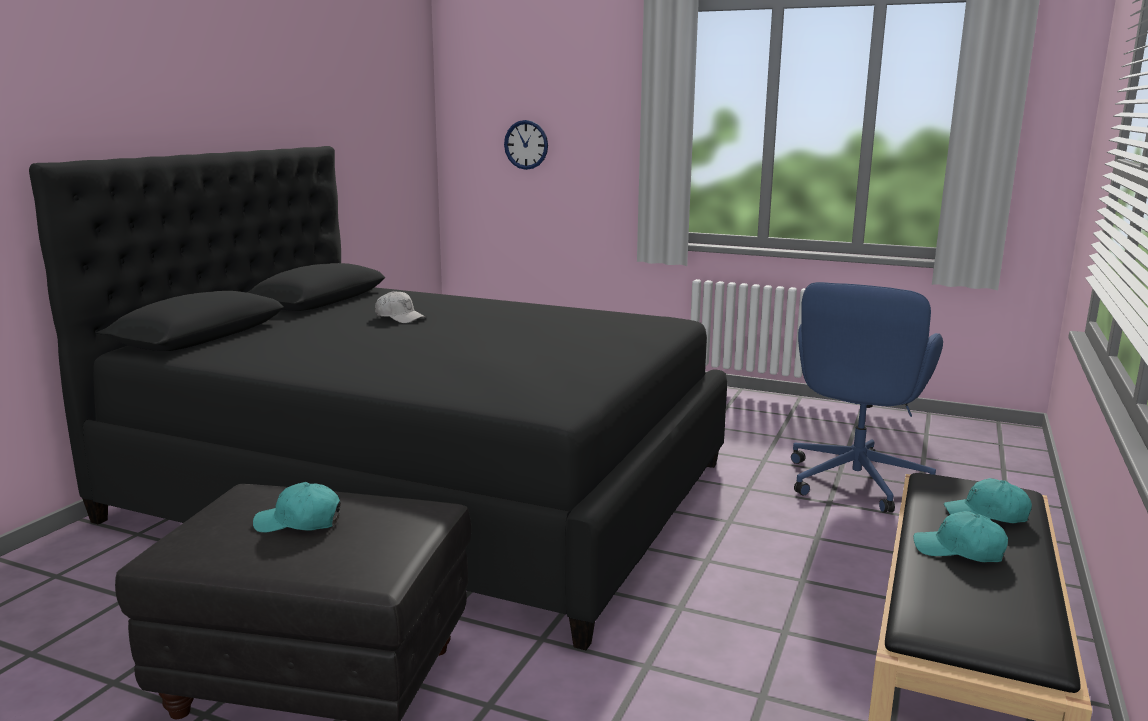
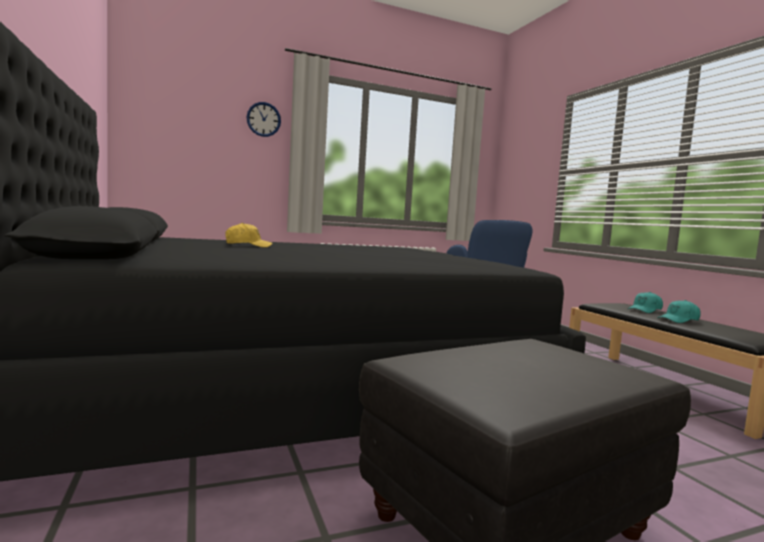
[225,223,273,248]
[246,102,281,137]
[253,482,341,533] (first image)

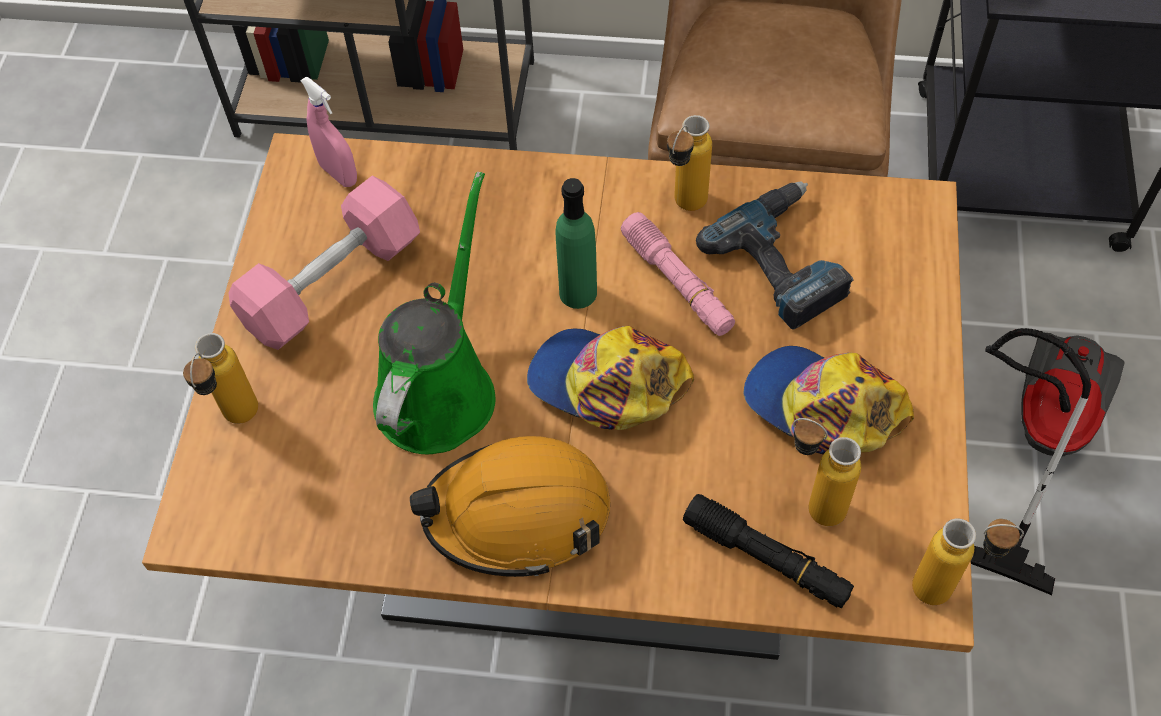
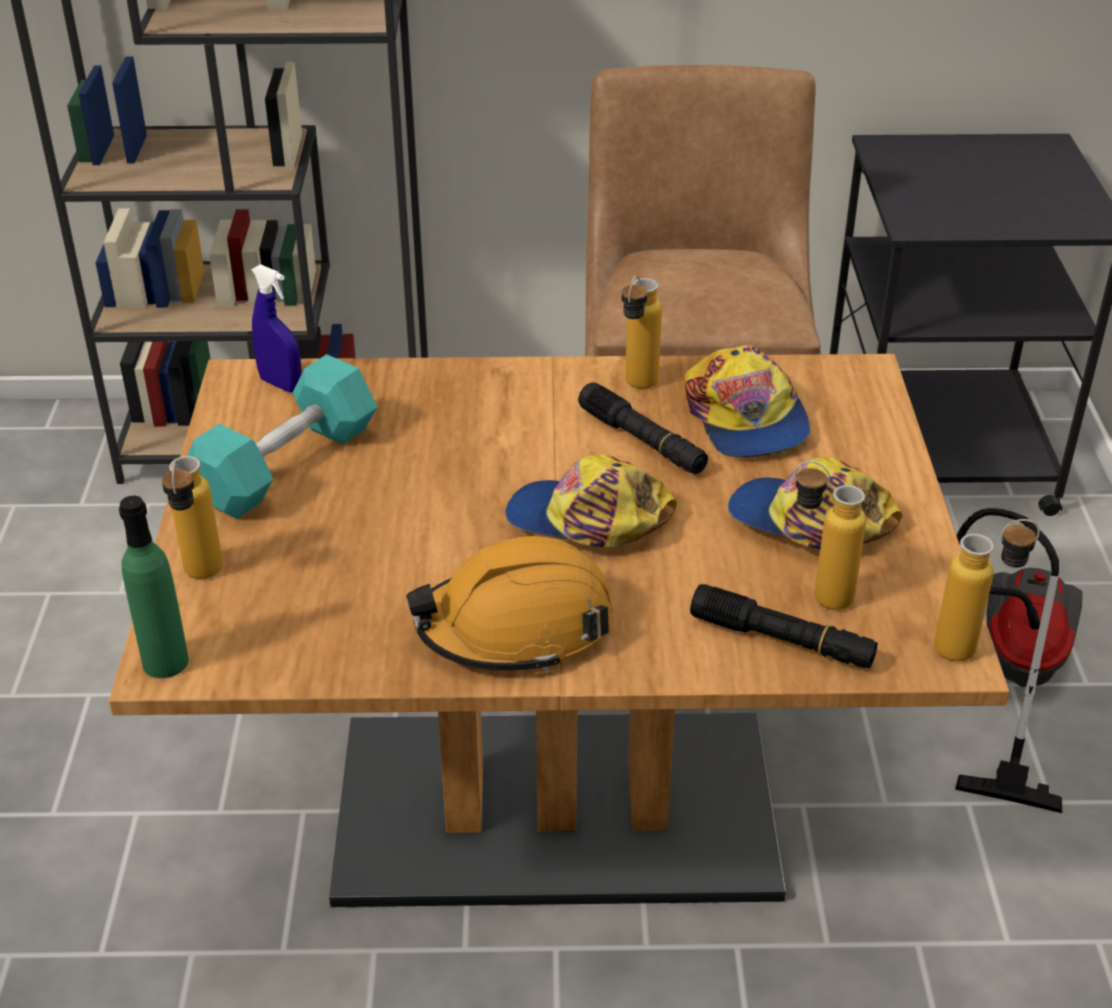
[119,496,189,678]
[187,354,378,519]
[251,264,302,392]
[578,382,708,474]
[684,345,810,458]
[373,172,496,454] (first image)

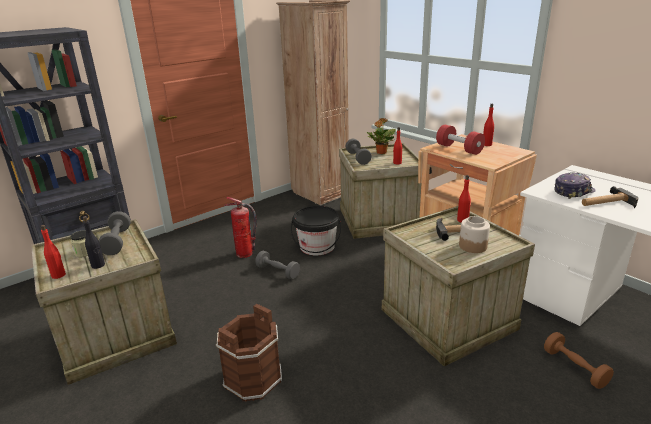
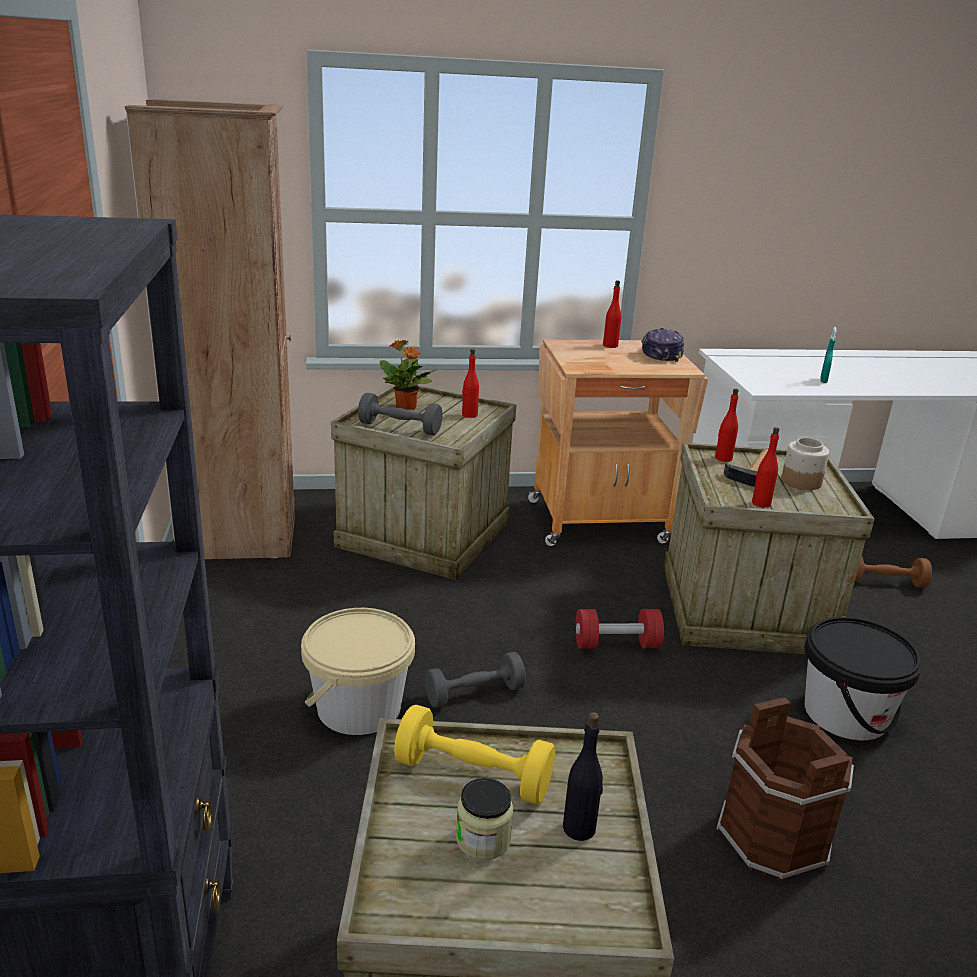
[301,608,415,735]
[394,705,555,804]
[575,609,664,649]
[641,328,684,362]
[752,427,779,508]
[804,617,922,740]
[820,327,837,383]

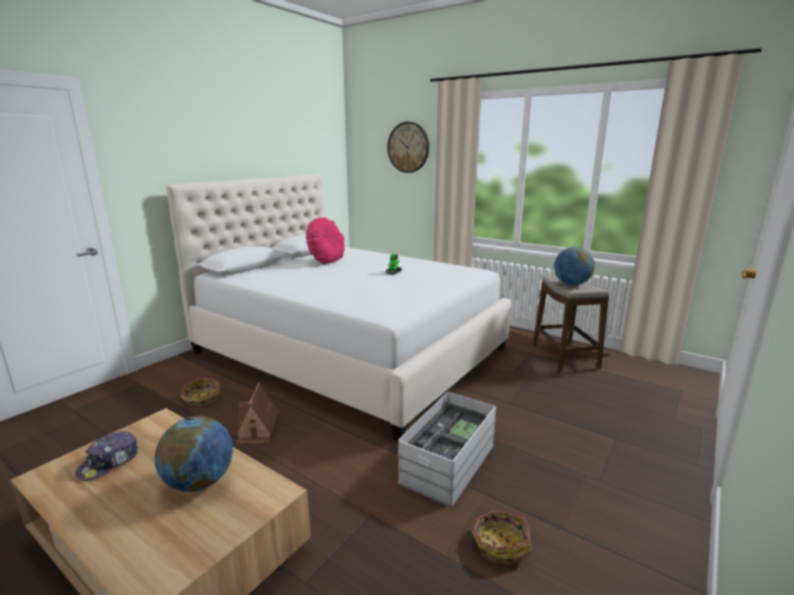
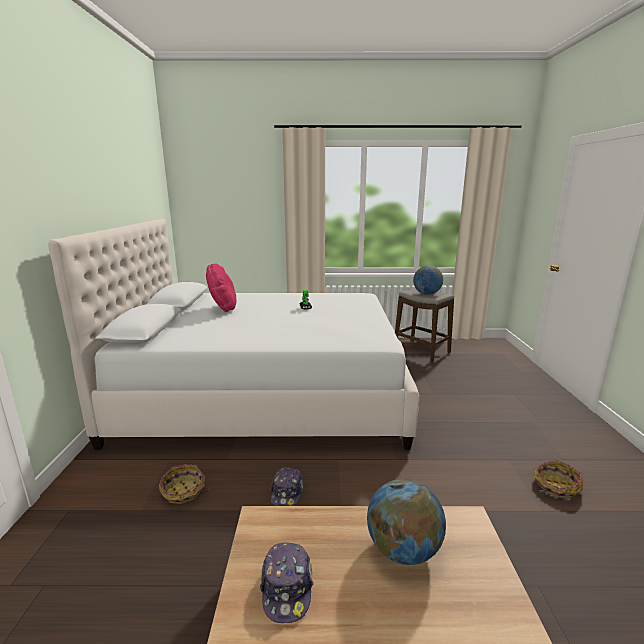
[270,467,304,506]
[387,122,429,173] (first image)
[398,392,496,507] (first image)

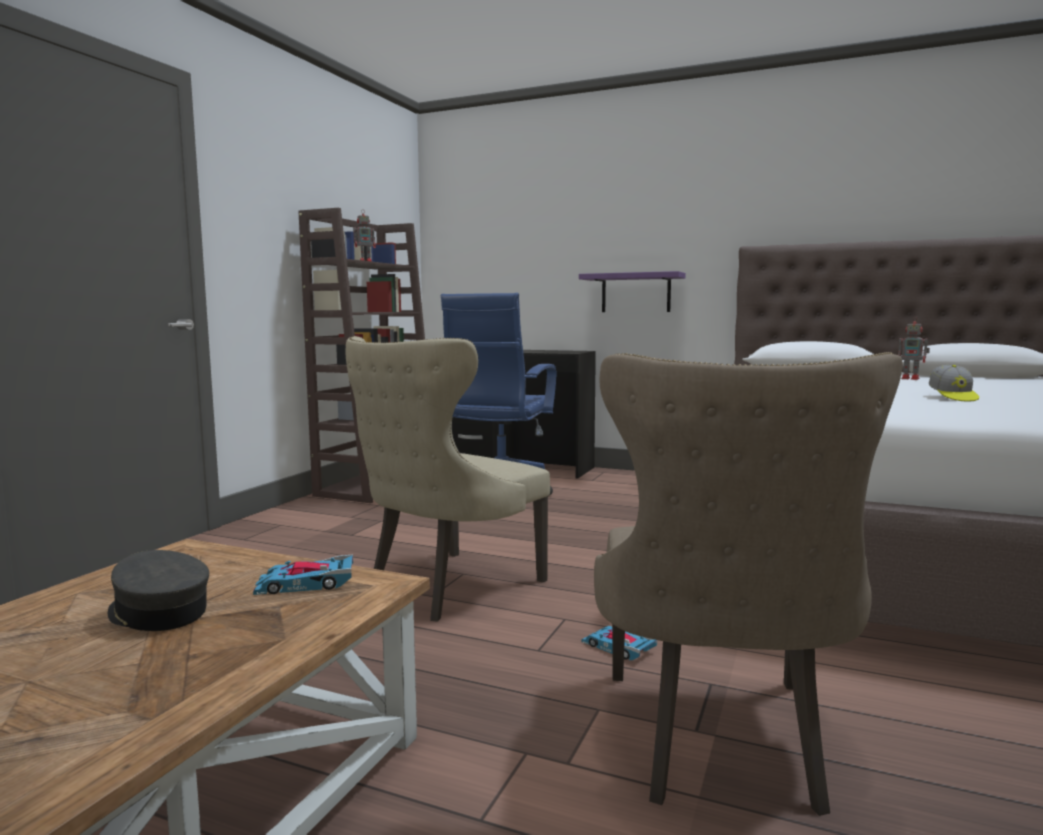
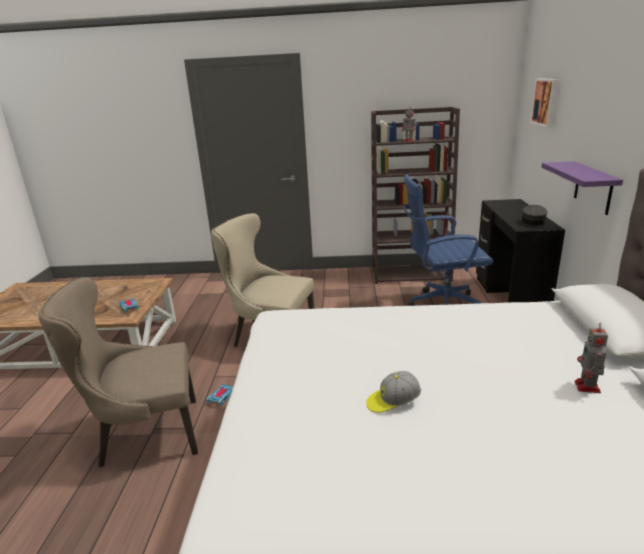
[521,205,547,226]
[530,78,559,127]

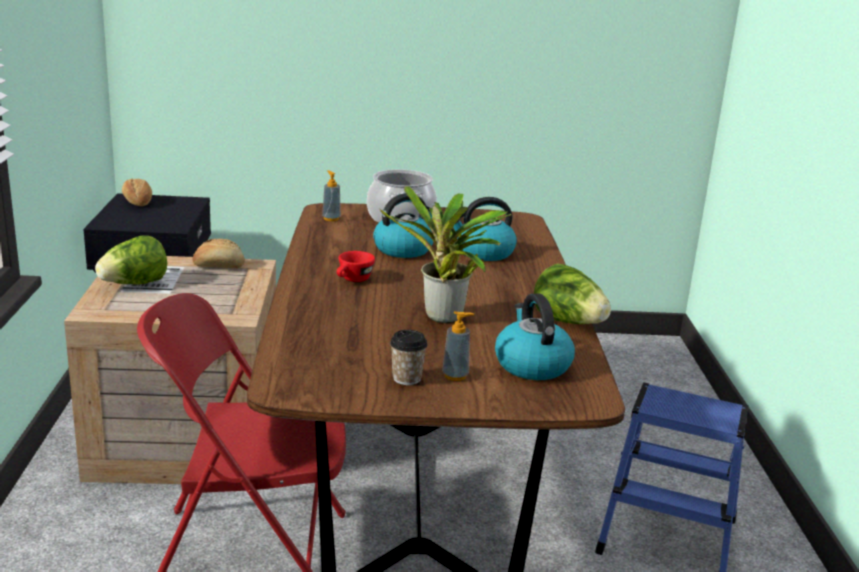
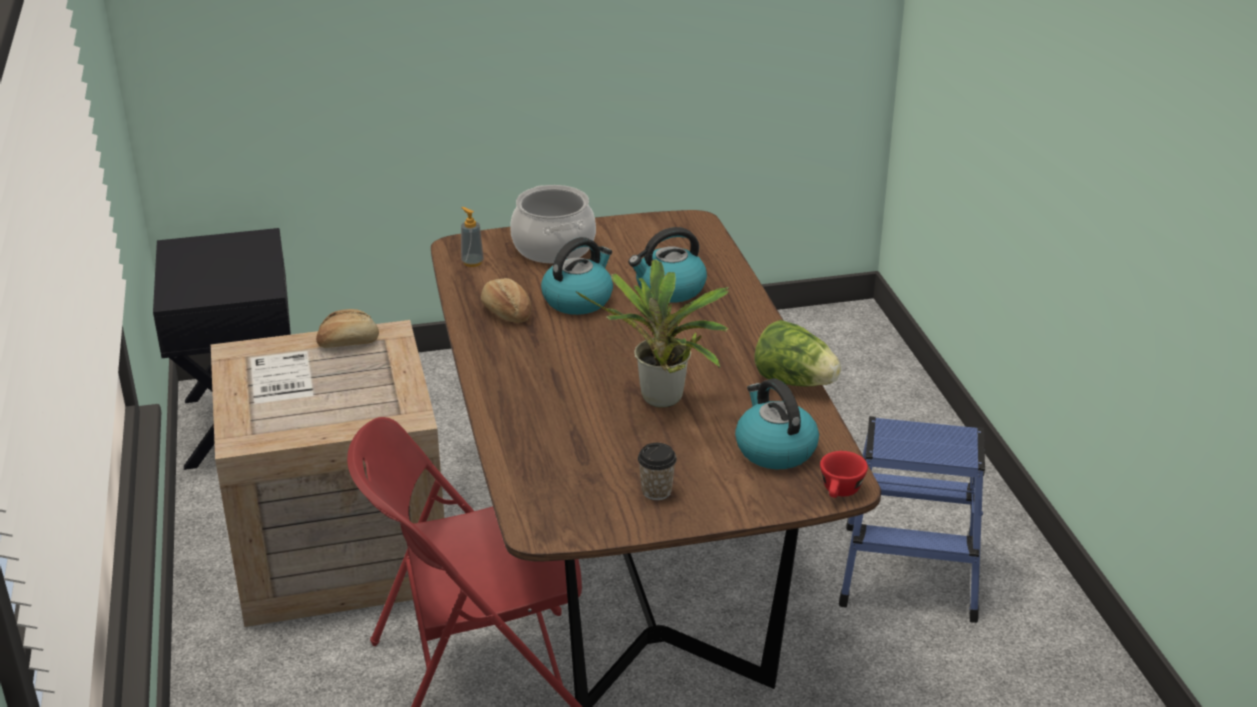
[481,278,531,323]
[820,451,868,498]
[95,236,167,285] (first image)
[442,311,474,381] (first image)

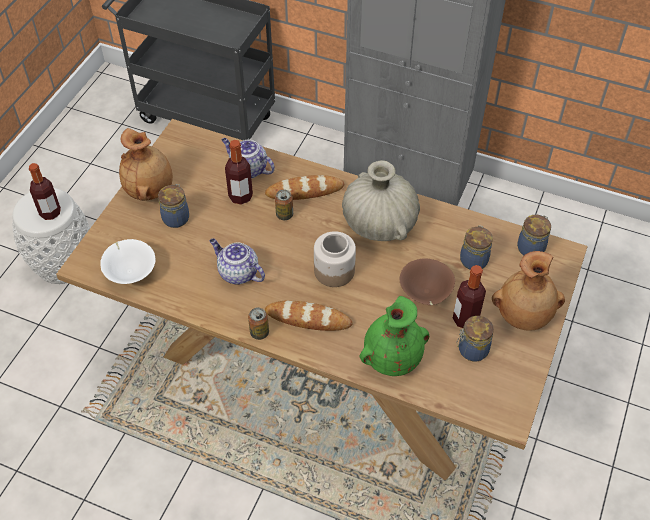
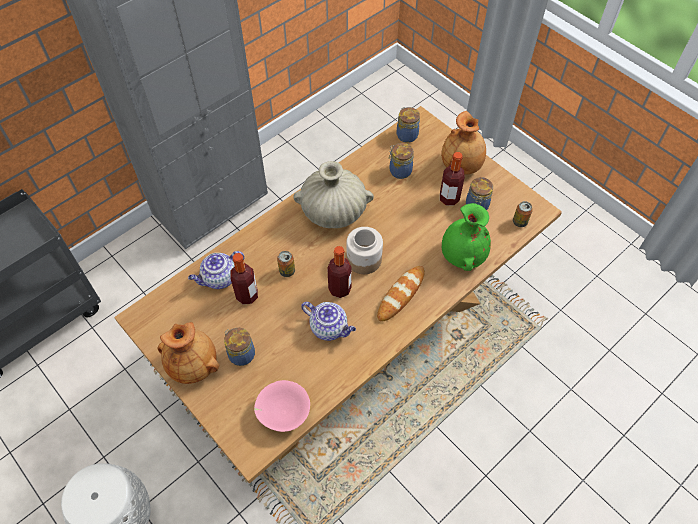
[254,380,310,432]
[301,302,356,341]
[327,246,352,298]
[513,201,533,227]
[265,175,344,200] (first image)
[399,258,455,305] (first image)

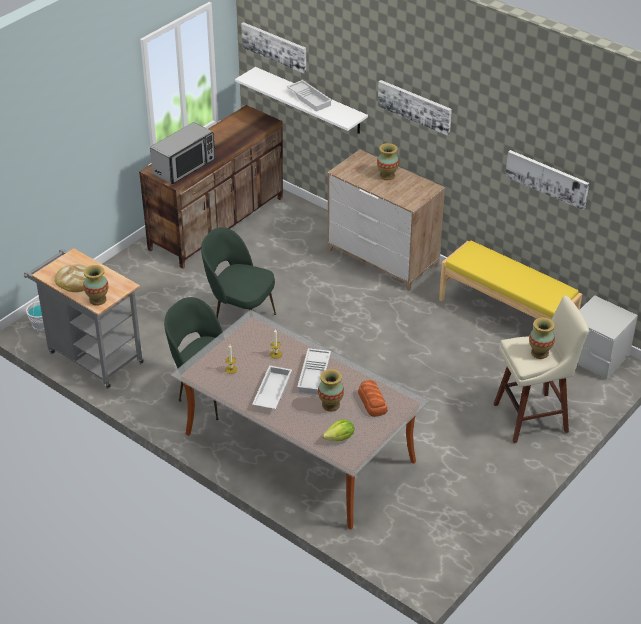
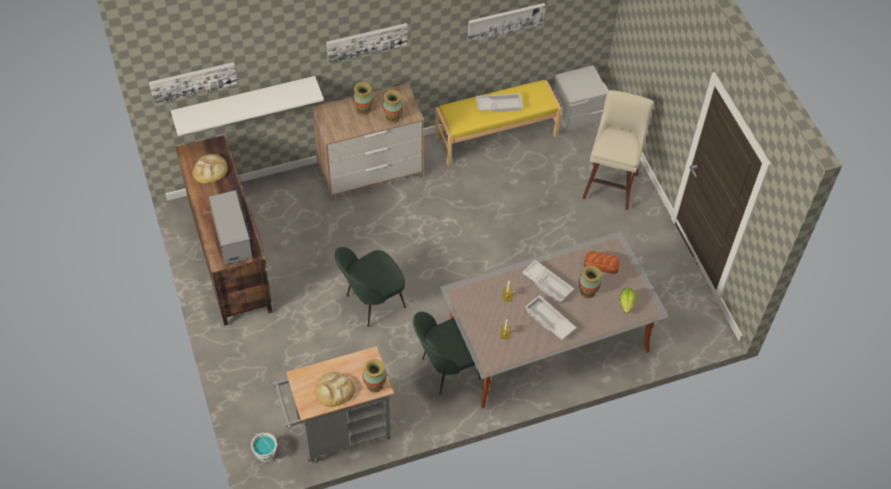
[193,154,227,183]
[382,90,403,123]
[476,93,523,112]

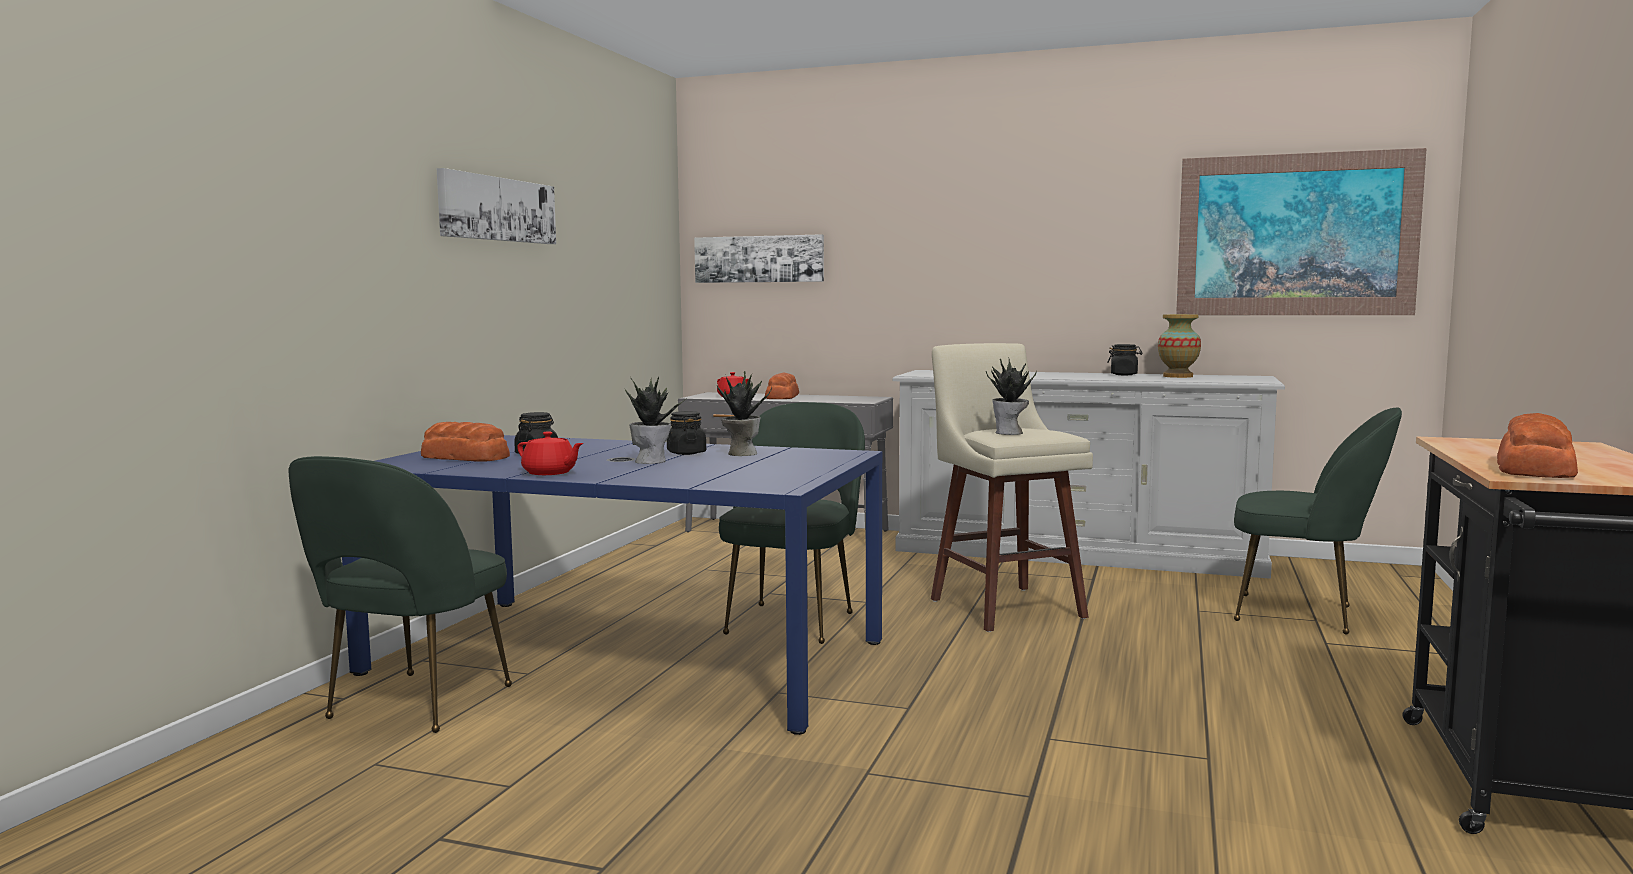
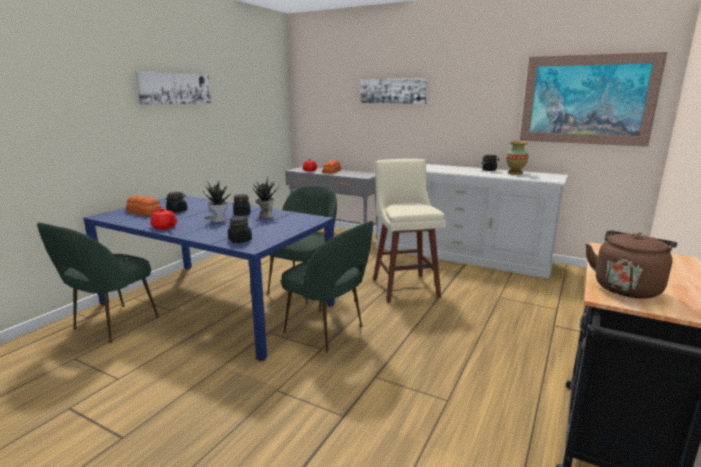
[228,216,252,243]
[281,220,373,351]
[360,78,427,104]
[585,231,677,299]
[986,359,1037,435] (first image)

